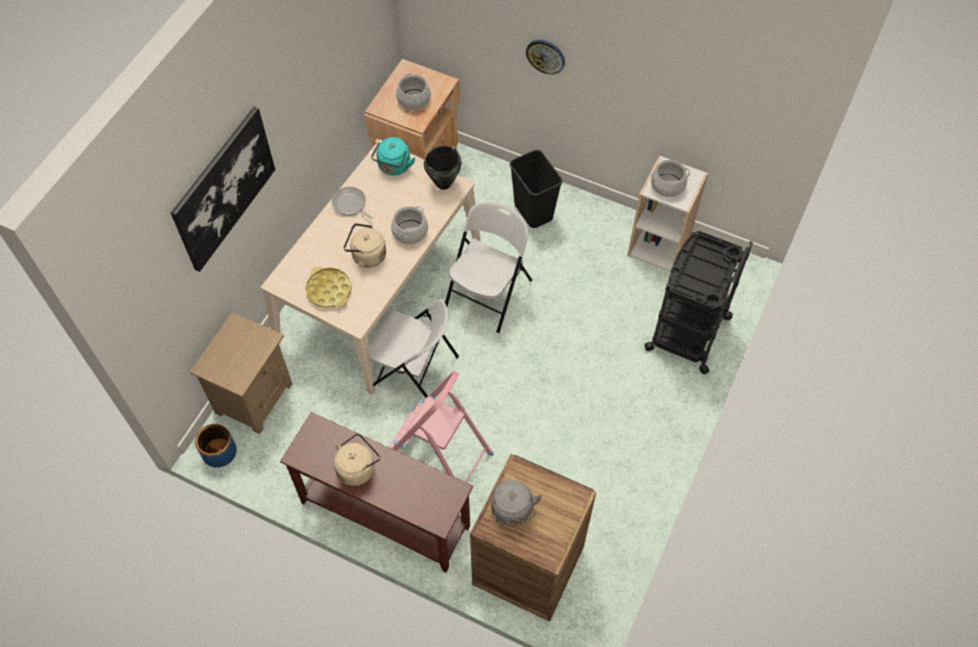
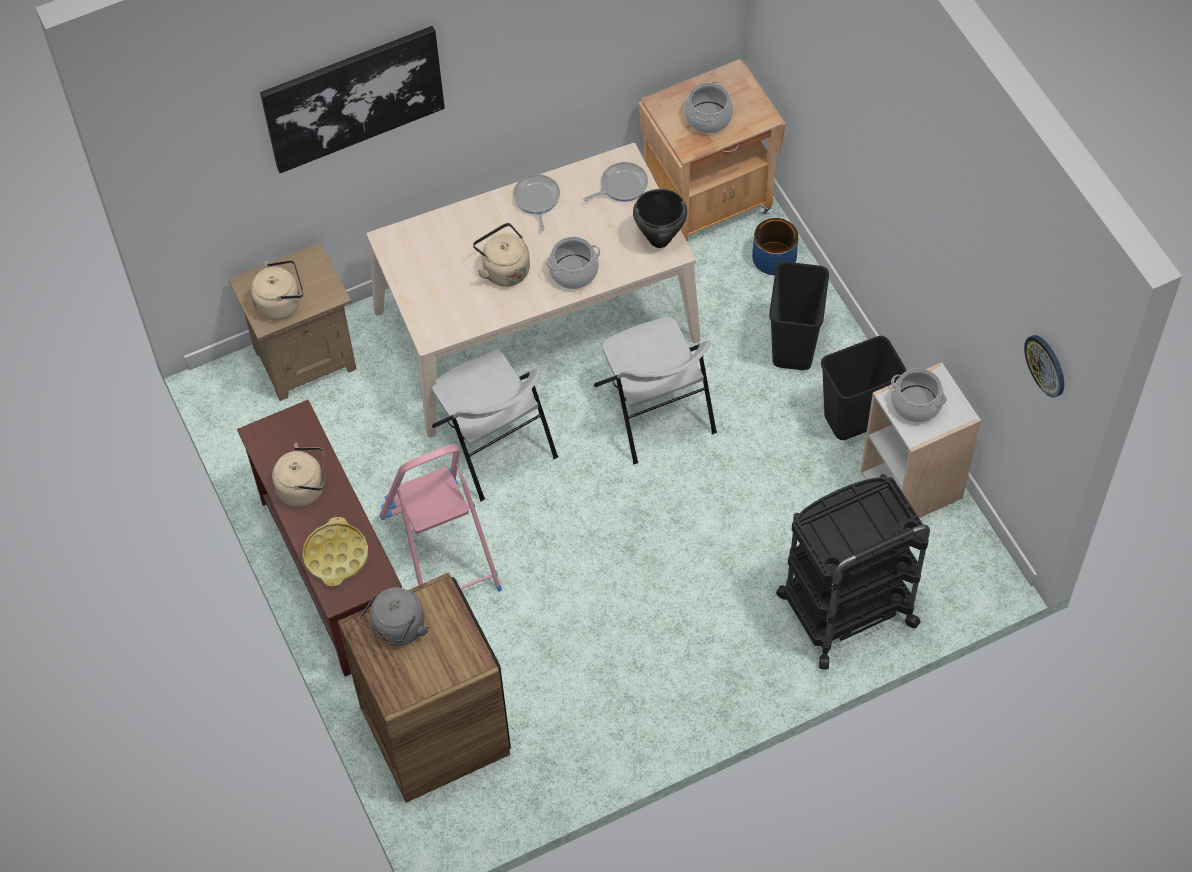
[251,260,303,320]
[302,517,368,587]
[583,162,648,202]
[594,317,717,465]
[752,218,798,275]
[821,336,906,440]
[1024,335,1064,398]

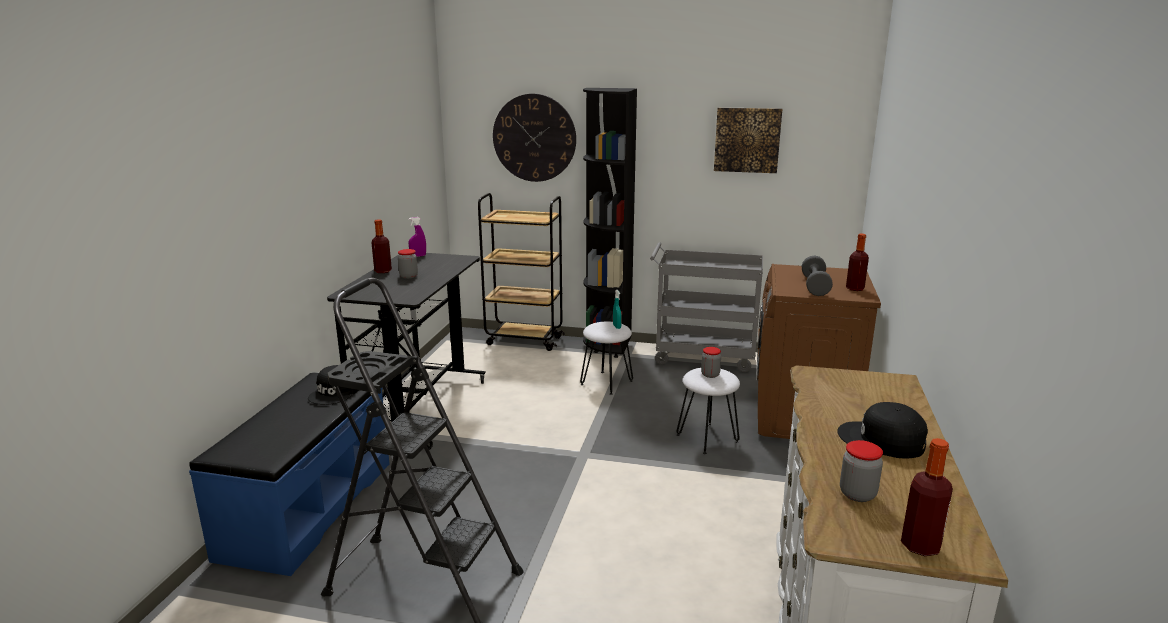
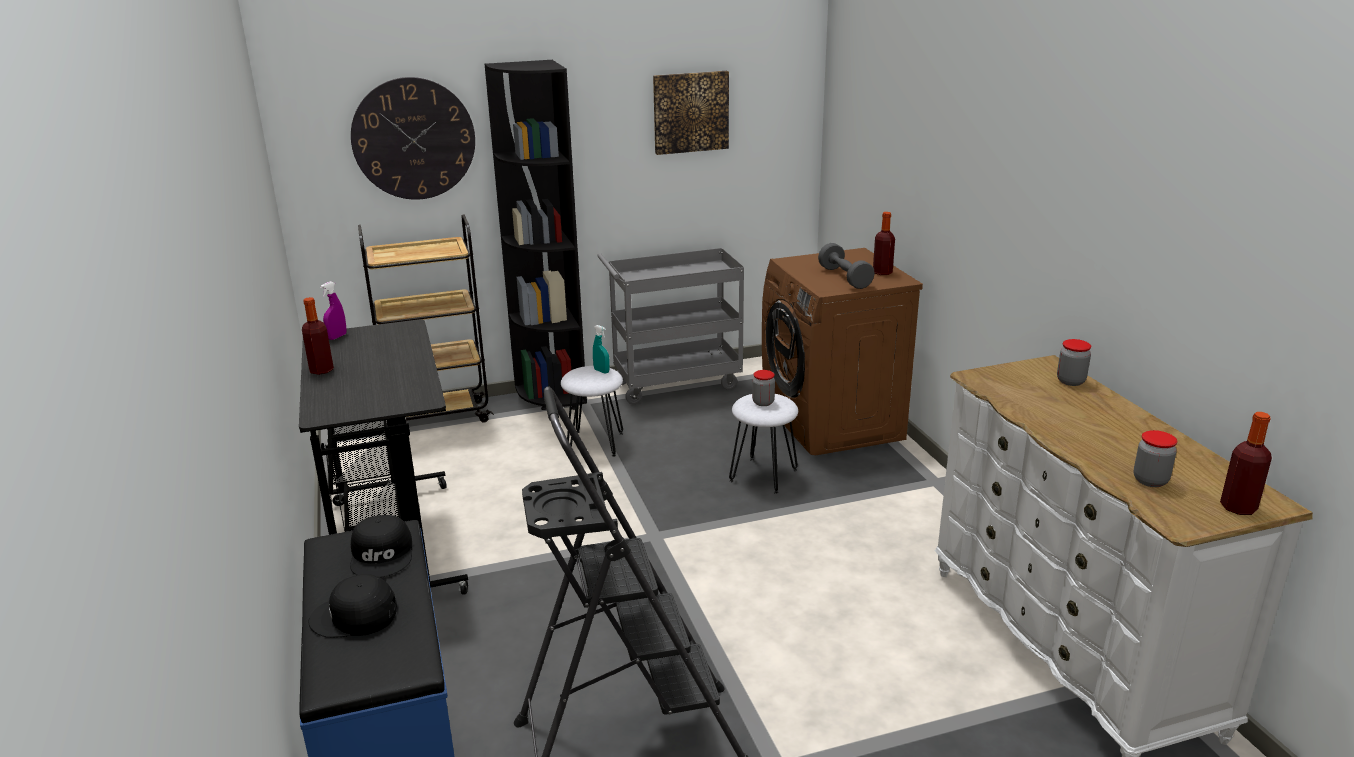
[308,574,397,638]
[1057,339,1091,386]

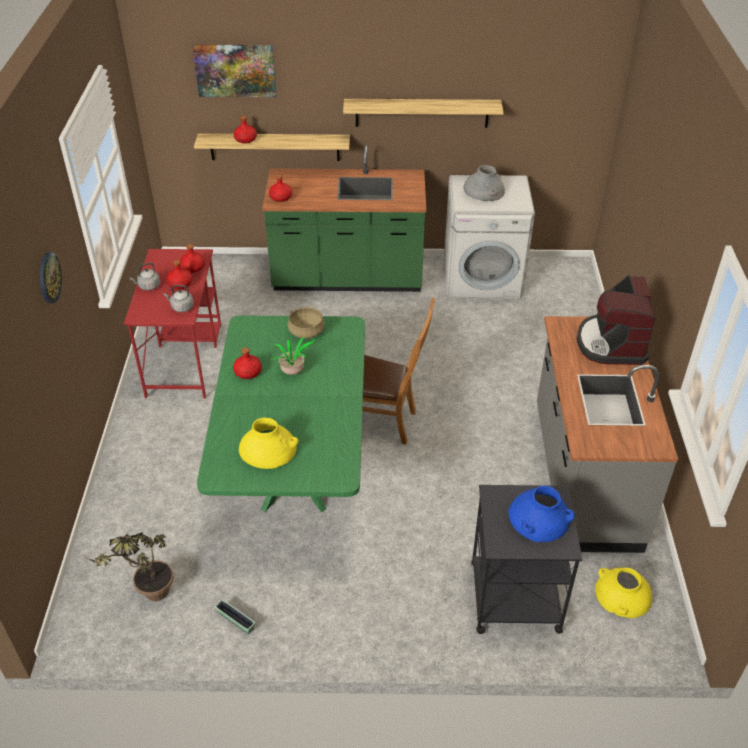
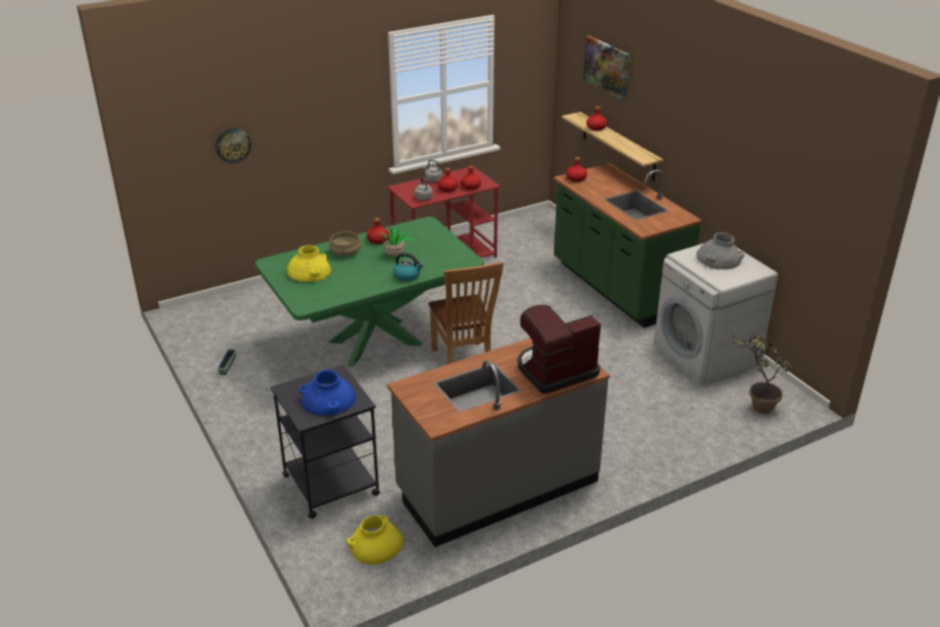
[215,128,251,163]
[329,231,361,256]
[393,253,424,281]
[731,332,794,414]
[343,99,504,128] (first image)

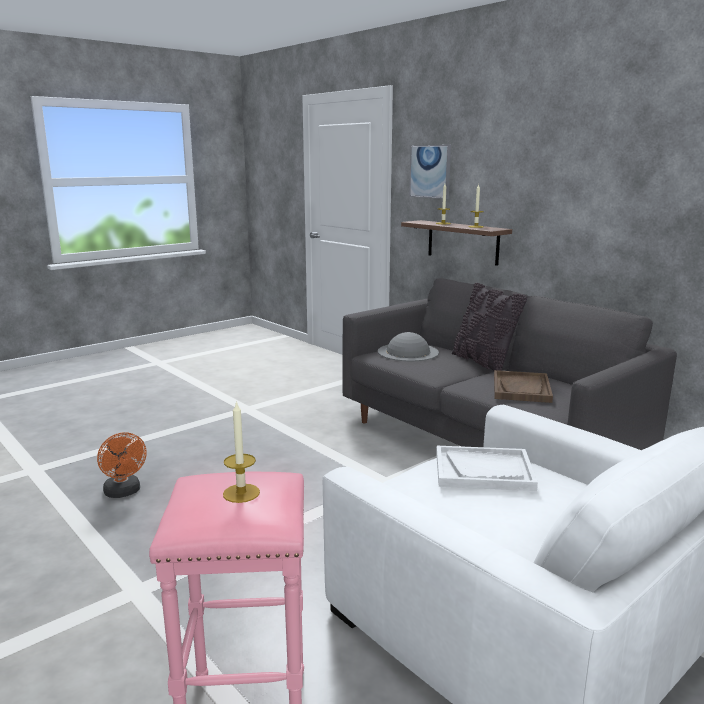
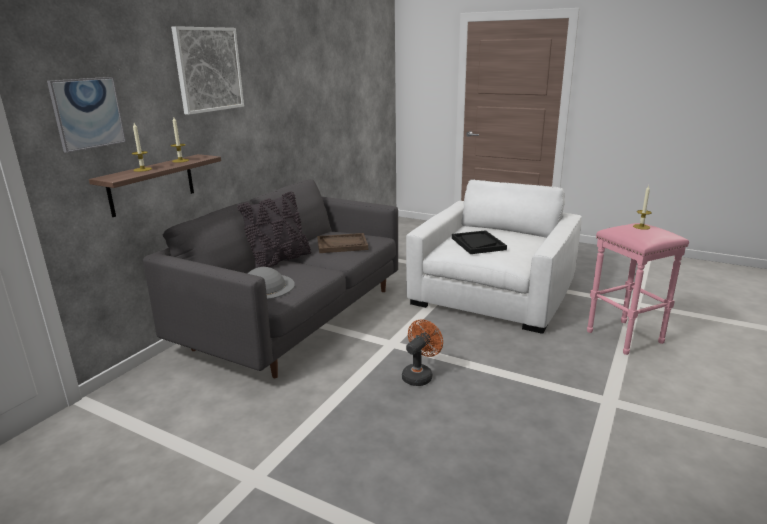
[171,26,244,115]
[402,319,443,386]
[452,230,507,254]

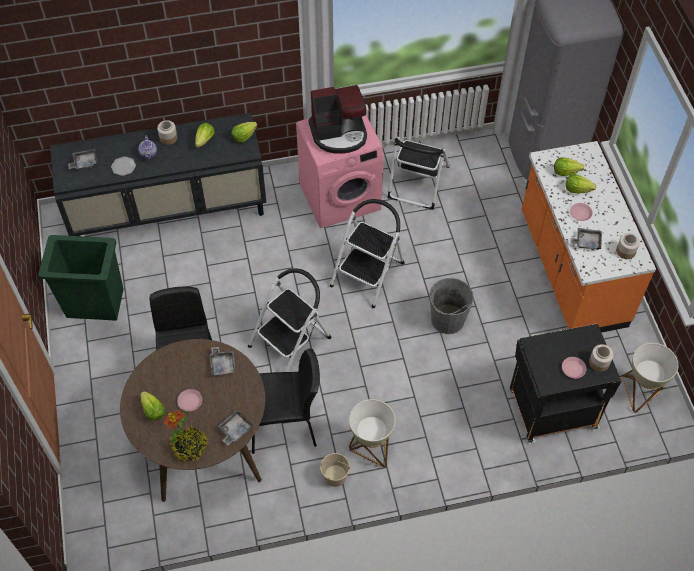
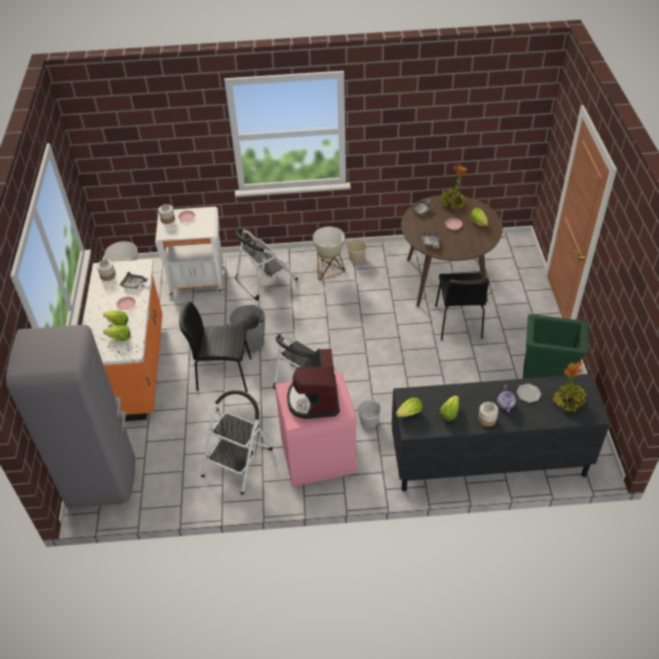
[155,206,223,296]
[179,302,252,392]
[235,229,298,301]
[287,349,340,419]
[357,400,381,429]
[553,362,586,411]

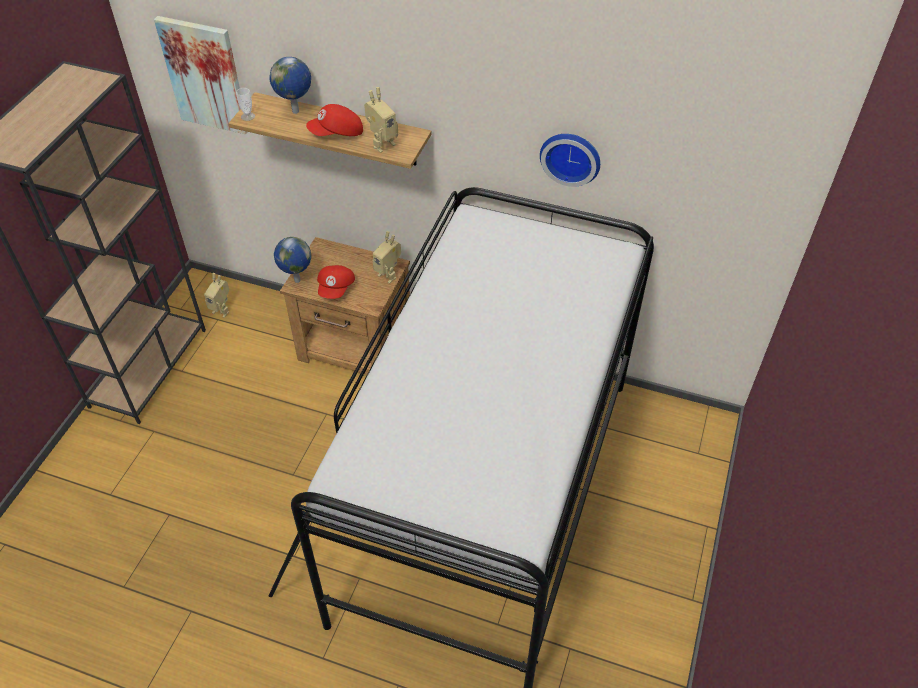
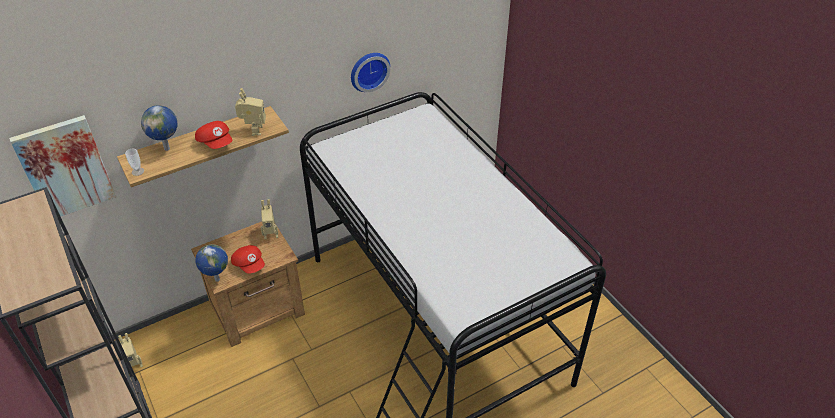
[195,121,233,149]

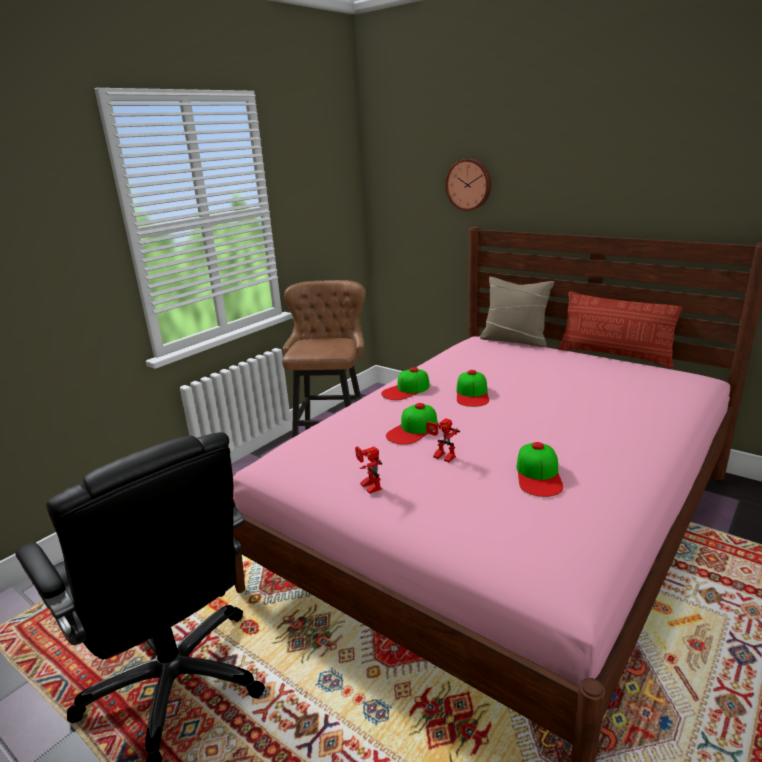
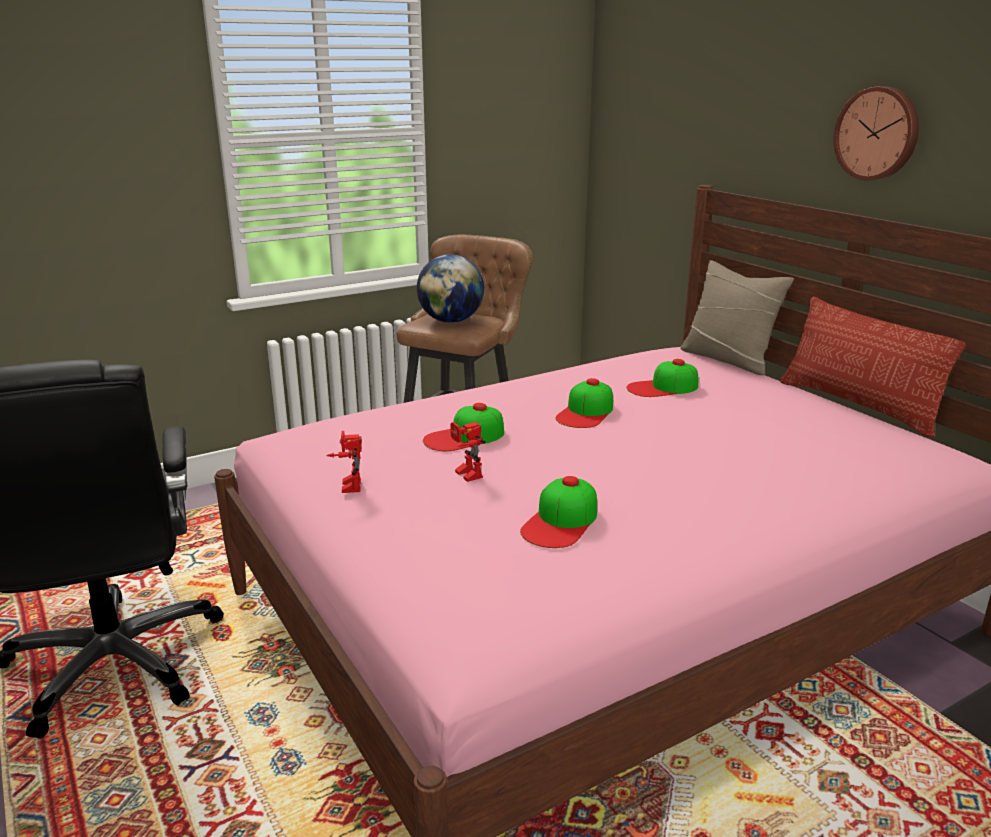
[417,254,484,323]
[627,359,698,397]
[833,86,919,180]

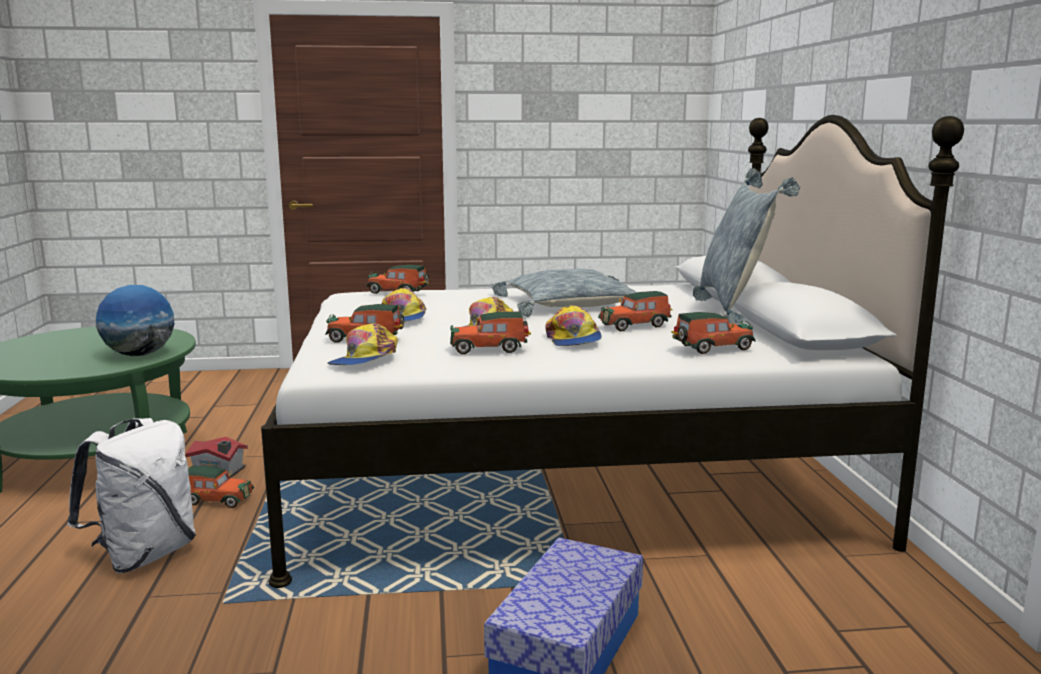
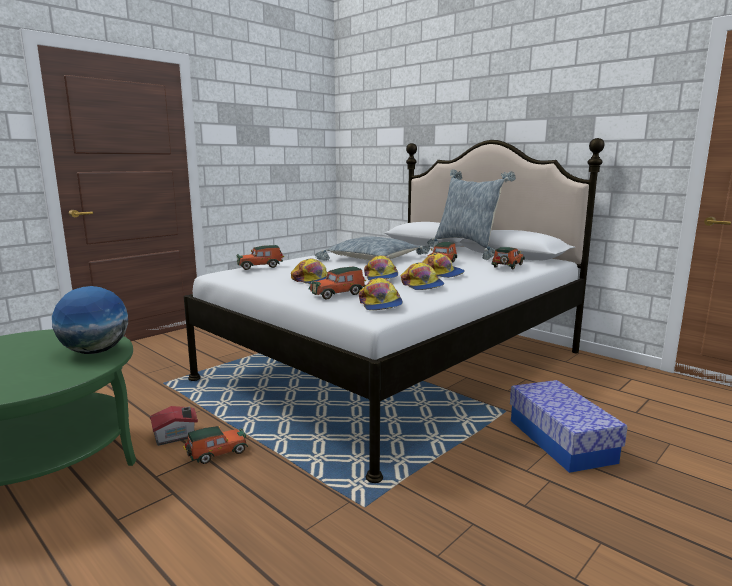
[401,262,444,290]
[67,418,196,573] (first image)

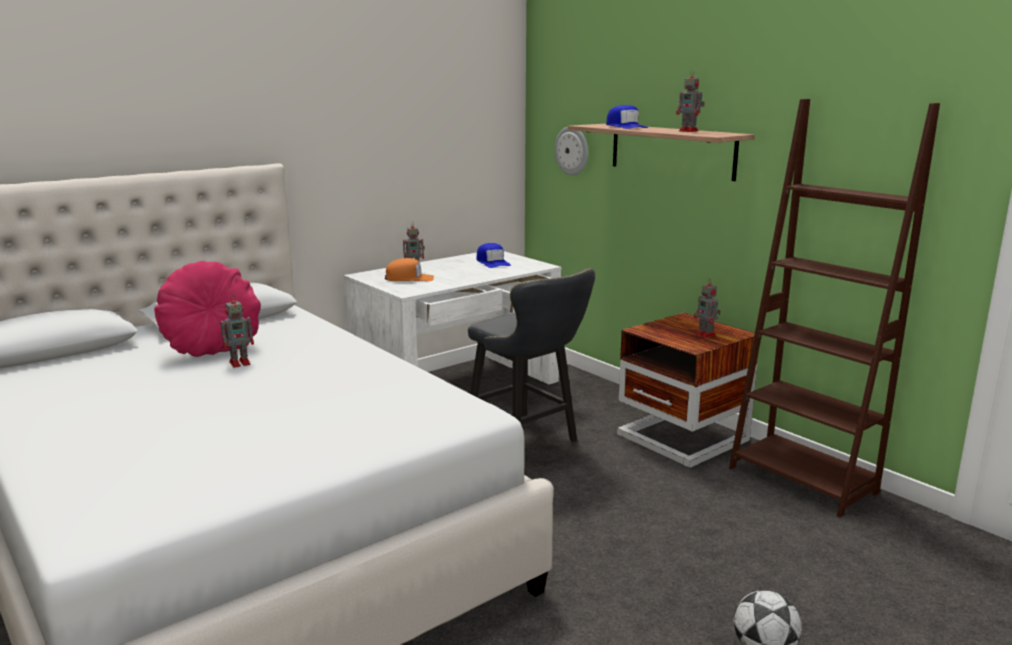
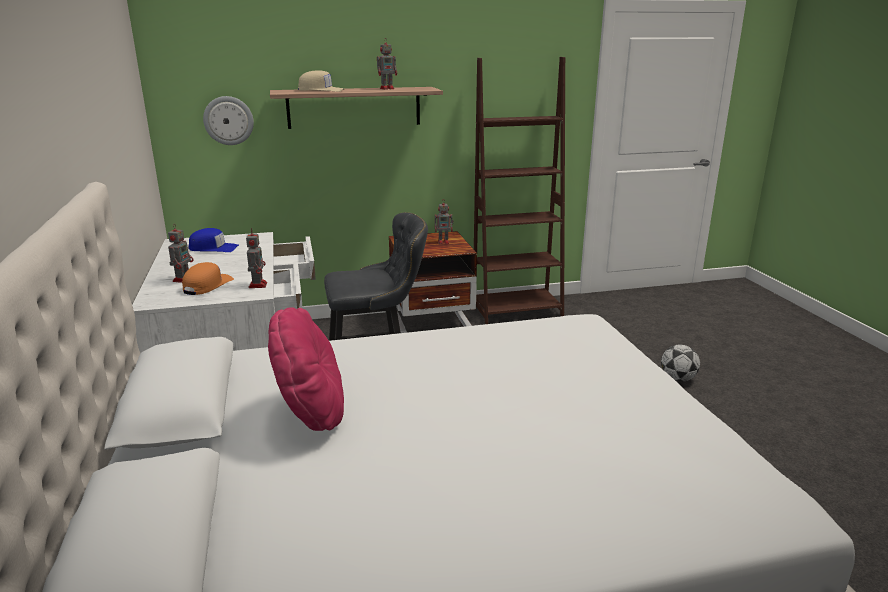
[246,228,267,288]
[298,71,344,92]

